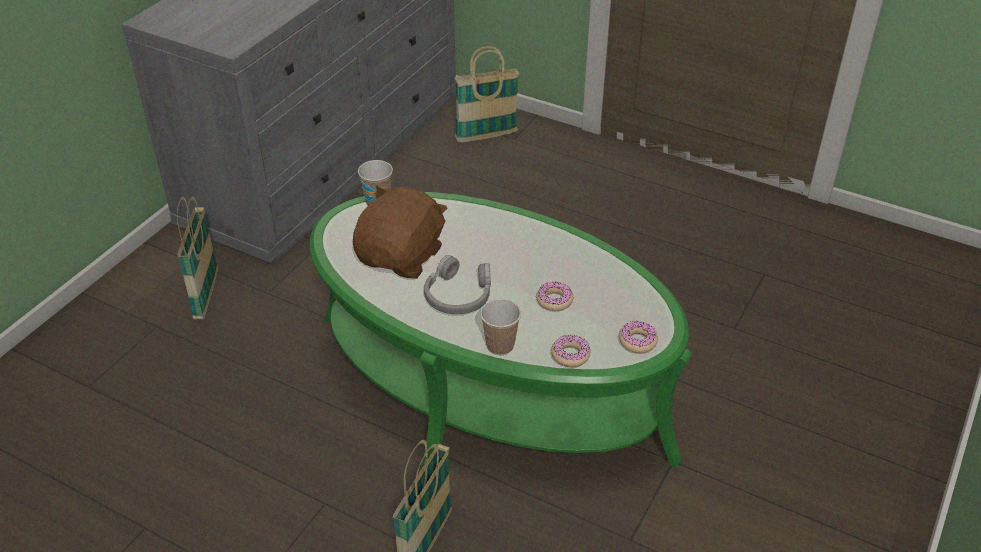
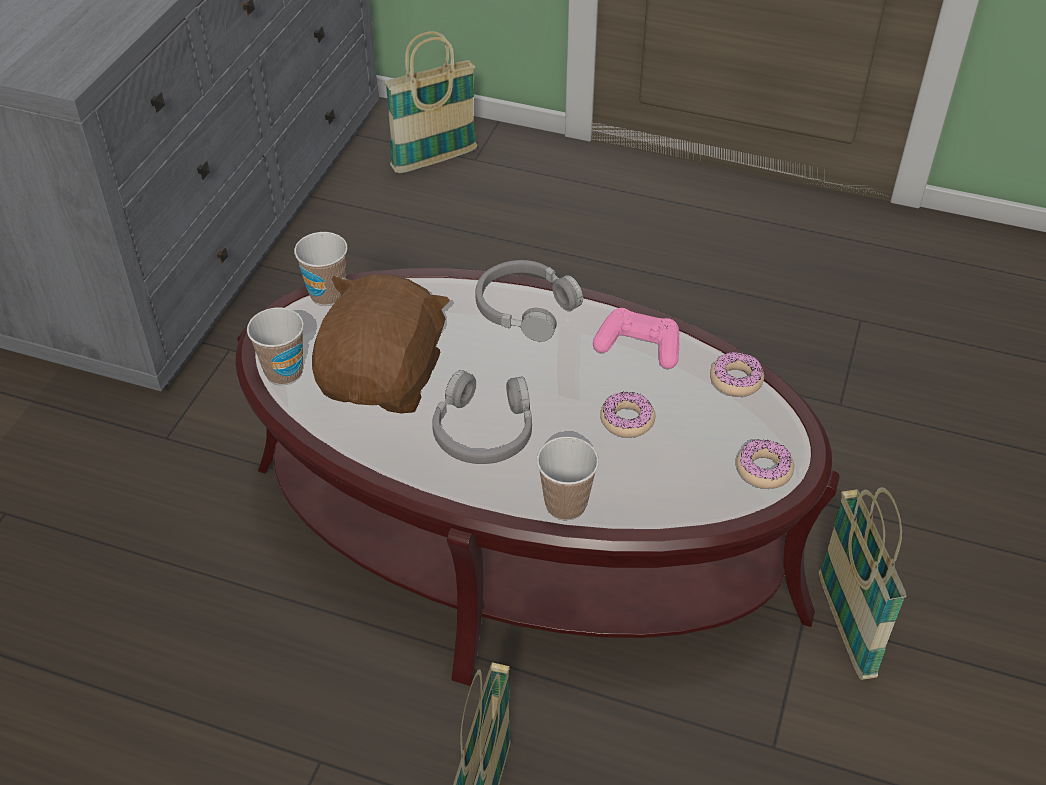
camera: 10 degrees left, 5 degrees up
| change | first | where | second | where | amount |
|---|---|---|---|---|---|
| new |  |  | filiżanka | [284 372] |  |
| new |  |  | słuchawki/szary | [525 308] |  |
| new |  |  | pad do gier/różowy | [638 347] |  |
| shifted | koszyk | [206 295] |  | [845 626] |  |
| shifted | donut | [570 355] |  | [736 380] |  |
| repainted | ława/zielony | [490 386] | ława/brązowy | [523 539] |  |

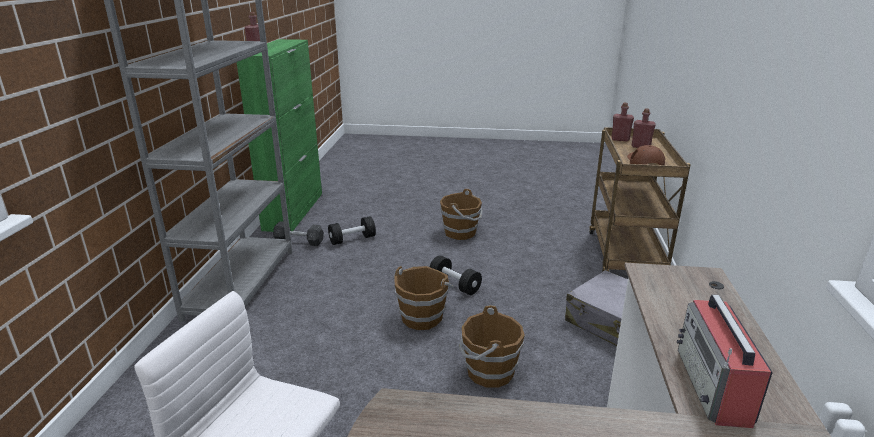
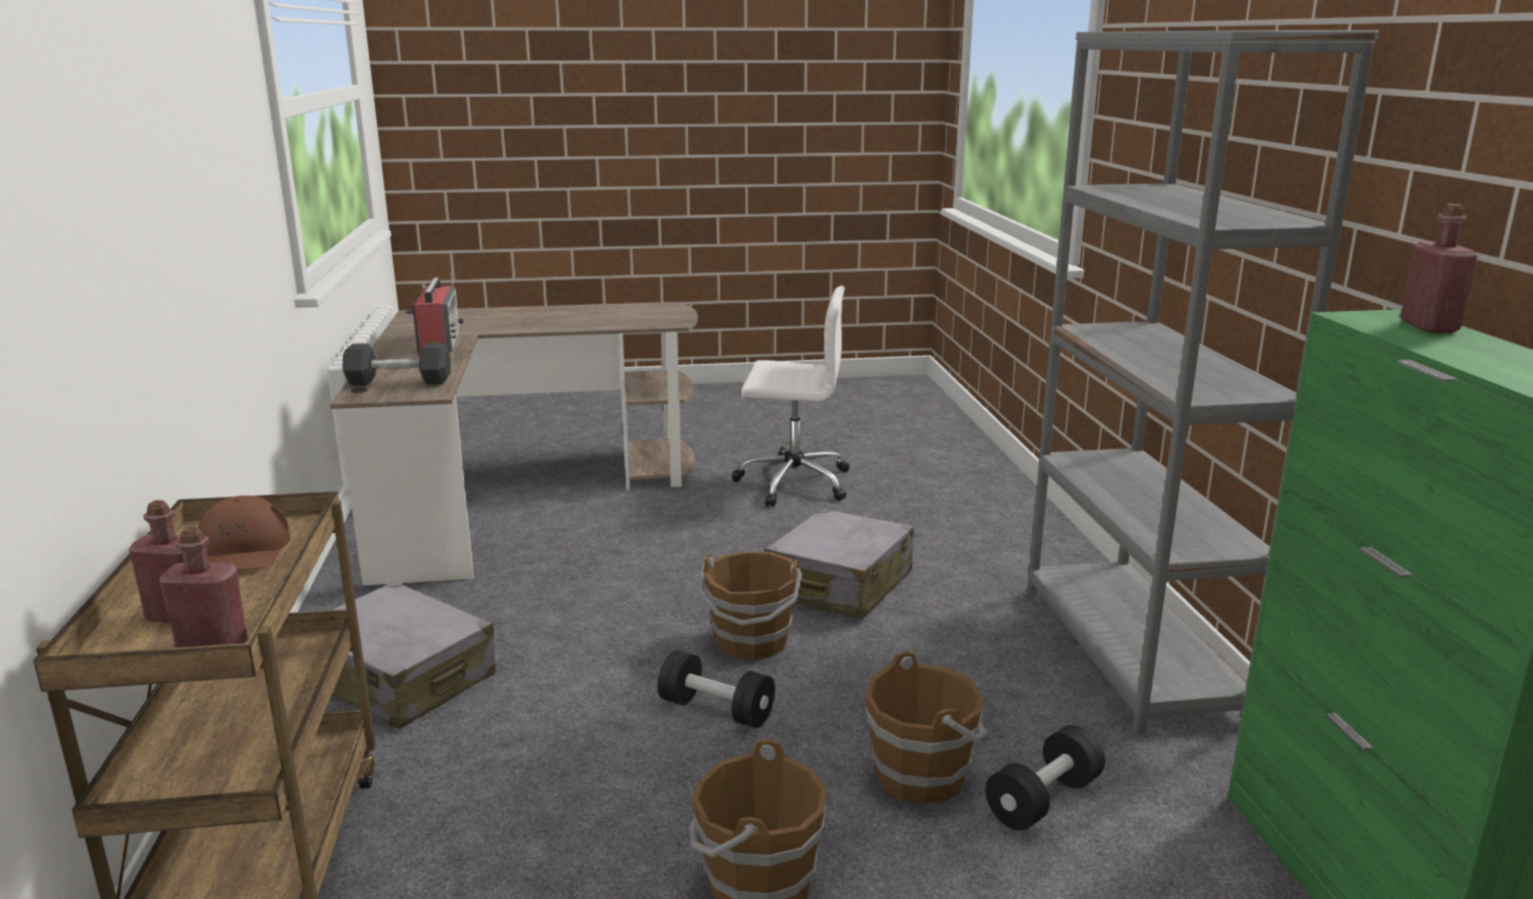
camera: 165 degrees right, 5 degrees down
| change | first | where | second | where | amount |
|---|---|---|---|---|---|
| new |  |  | walizka/szary | [839 585] |  |
| shifted | hantel/szary | [299 241] |  | [399 382] |  |
| shifted | wiadro/brązowy | [488 372] |  | [922 776] |  |

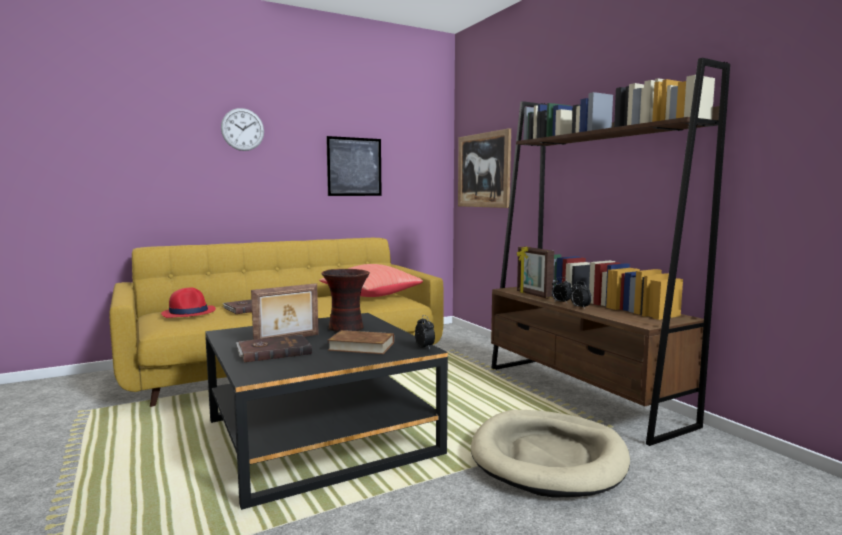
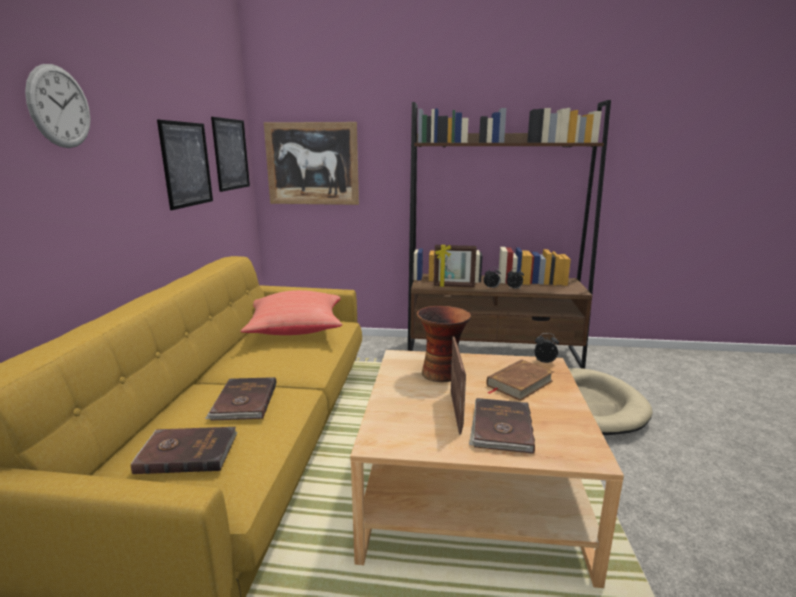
camera: 55 degrees left, 10 degrees up
| change | first | where | second | where | amount |
|---|---|---|---|---|---|
| new |  |  | obraz | [231 154] |  |
| swapped | kapelusz/czerwony | [189 312] | książka/brązowy | [187 452] |  |
| repainted | ława/czarny | [320 436] | ława/beżowy | [471 491] |  |

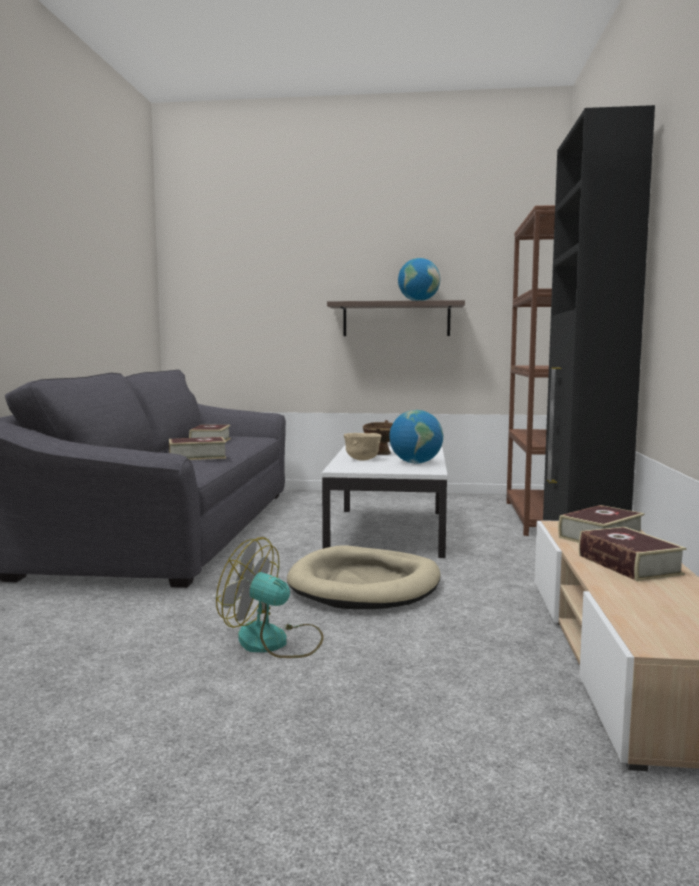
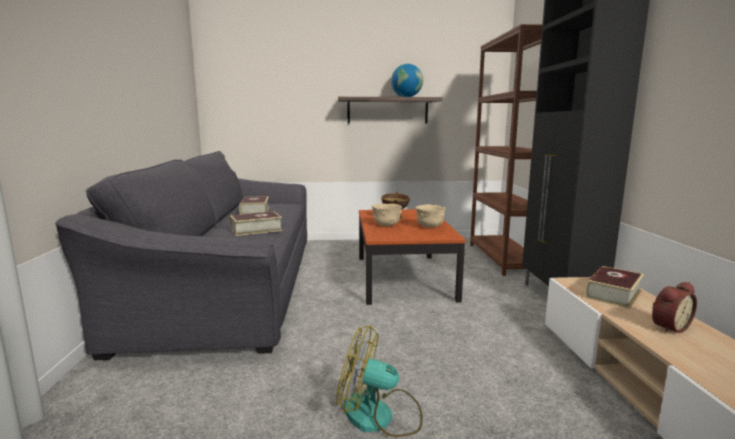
camera: 10 degrees left, 5 degrees up
| change | first | where | second | where | amount |
|---|---|---|---|---|---|
| gone | legowisko/beżowy | [365 585] |  |  |  |
| swapped | globus | [415 463] | miska/beżowy | [430 227] |  |
| swapped | książka | [629 565] | budzik | [668 327] |  |
| repainted | ława/biały | [387 531] | ława/brązowy | [402 277] |  |

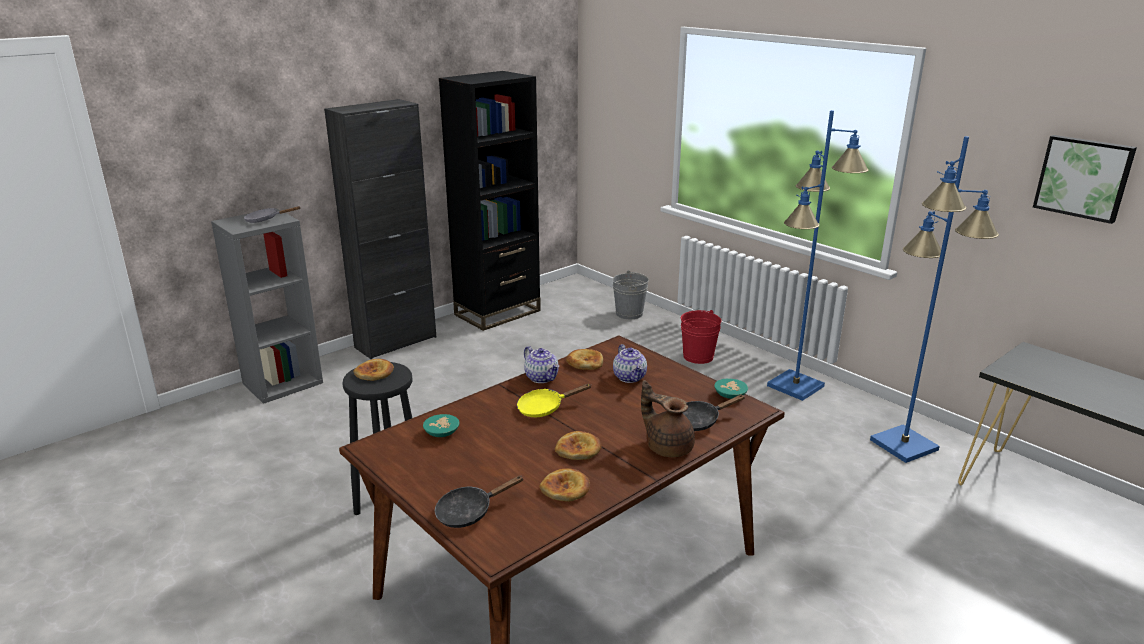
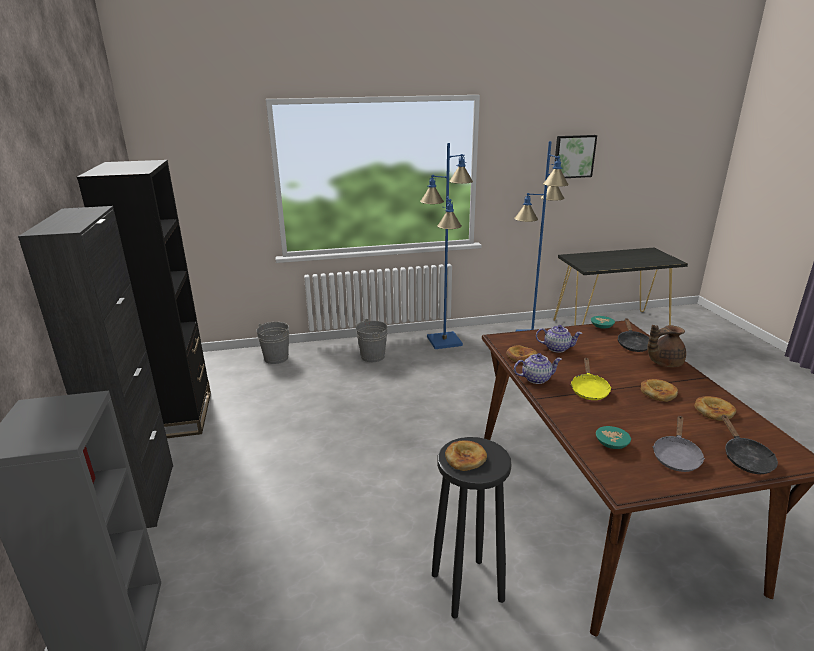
camera: 60 degrees left, 0 degrees up
| change | first | where | second | where | amount |
|---|---|---|---|---|---|
| shifted | patelnia/szary | [266 220] |  | [676 456] |  |
| repainted | wiadro/czerwony | [698 356] | wiadro/szary | [372 356] |  |

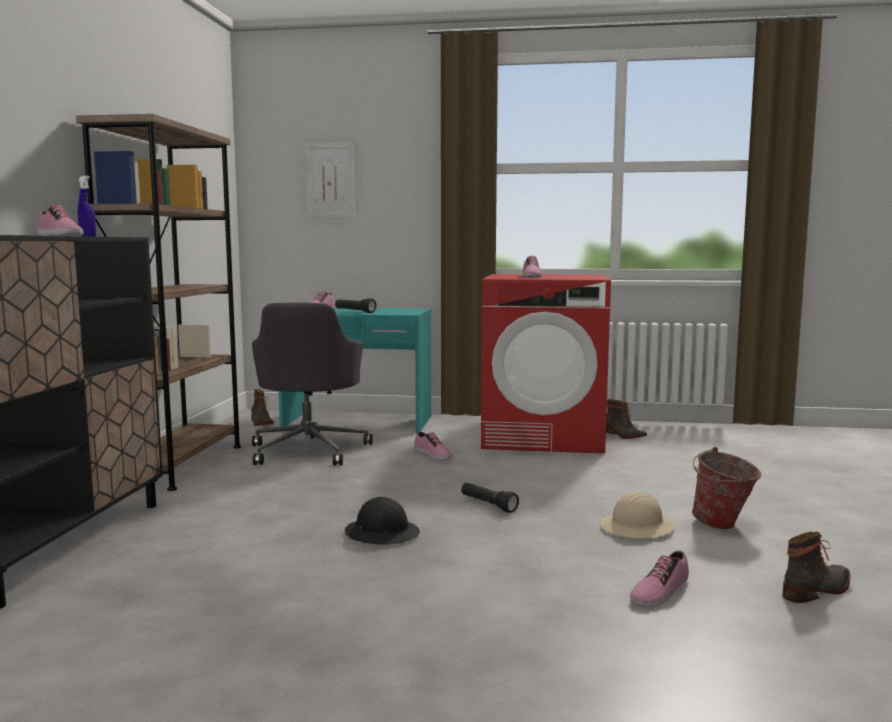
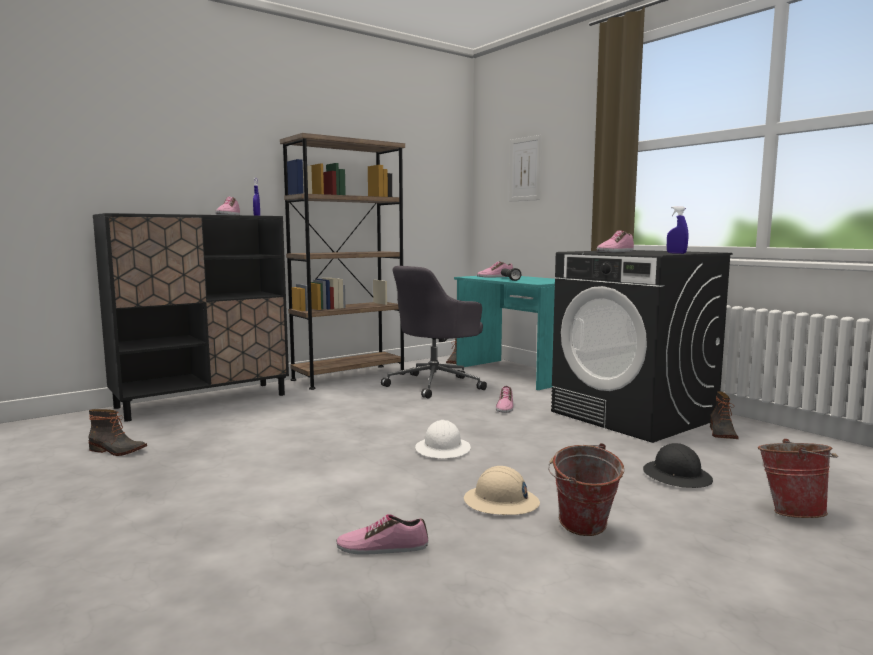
camera: 45 degrees right, 0 degrees up
| change | first | where | second | where | amount |
|---|---|---|---|---|---|
| new |  |  | spryskiwacz/niebieski | [676 253] |  |
| new |  |  | wiadro | [791 511] |  |
| shifted | kask/czarny | [382 533] |  | [677 476] |  |
| shifted | but z cholewką | [817 590] |  | [116 451] |  |
| swapped | latarka/czarny | [488 505] | kask/biały | [443 449] |  |
| repainted | pralka/czerwony | [544 436] | pralka/czarny | [634 416] |  |

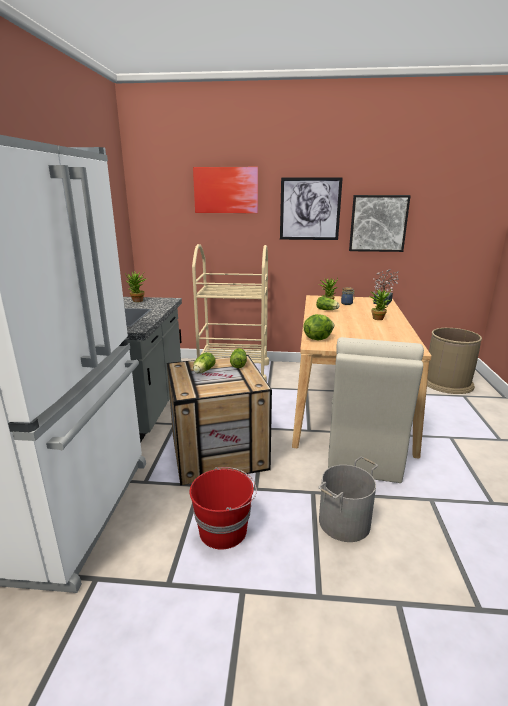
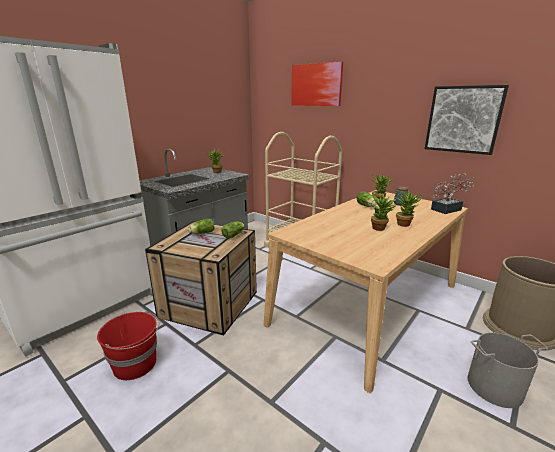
camera: 35 degrees right, 0 degrees up
| change | first | where | second | where | amount |
|---|---|---|---|---|---|
| gone | obraz | [310 209] |  |  |  |
| gone | sałata | [317 338] |  |  |  |
| gone | krzesło/beżowy | [363 453] |  |  |  |
| new |  |  | roślina doniczkowa | [381 229] |  |
| shifted | wiadro/szary | [345 522] |  | [495 387] |  |

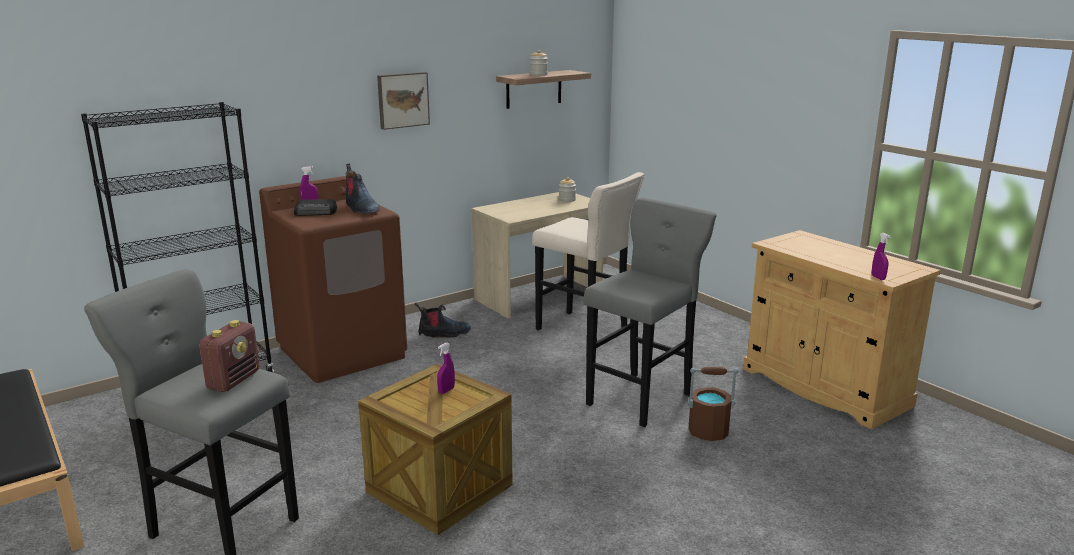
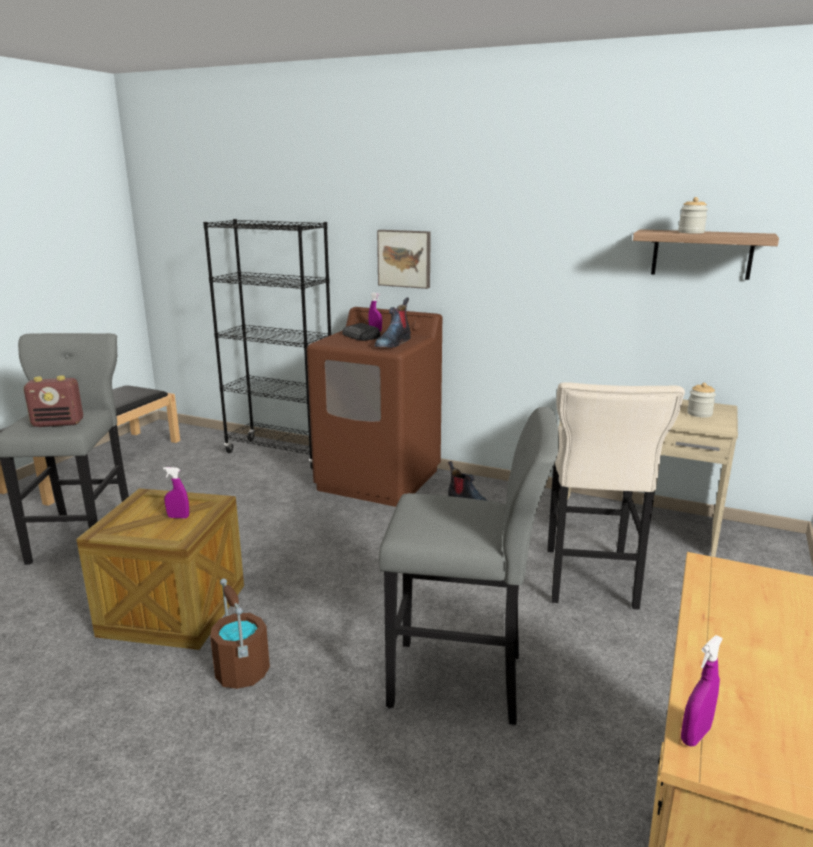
camera: 60 degrees right, 0 degrees up
| change | first | where | second | where | amount |
|---|---|---|---|---|---|
| shifted | obraz | [402 100] |  | [405 258] |  |
| shifted | wiadro/brązowy | [708 432] |  | [241 672] |  |

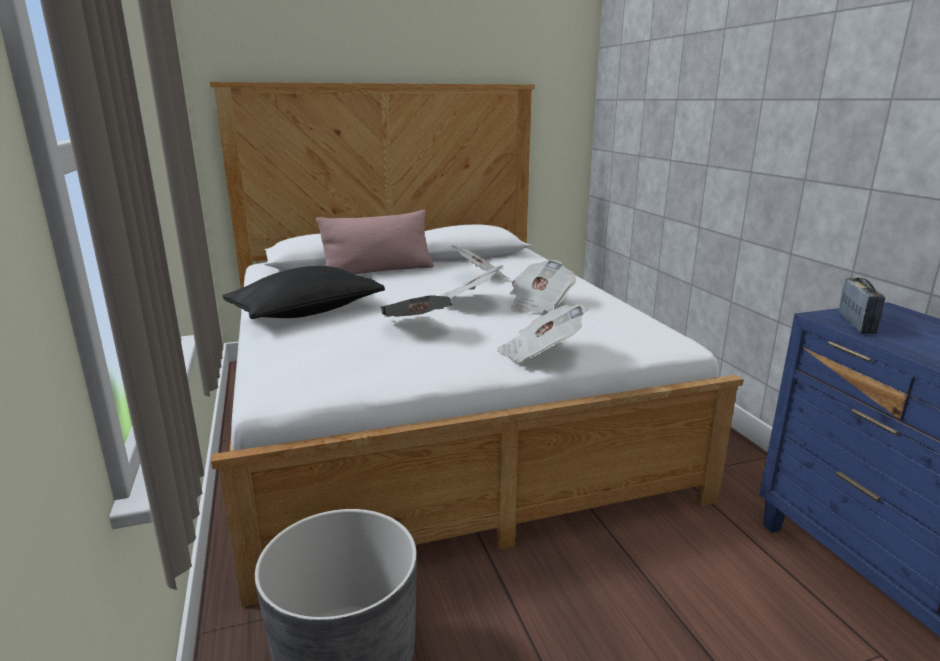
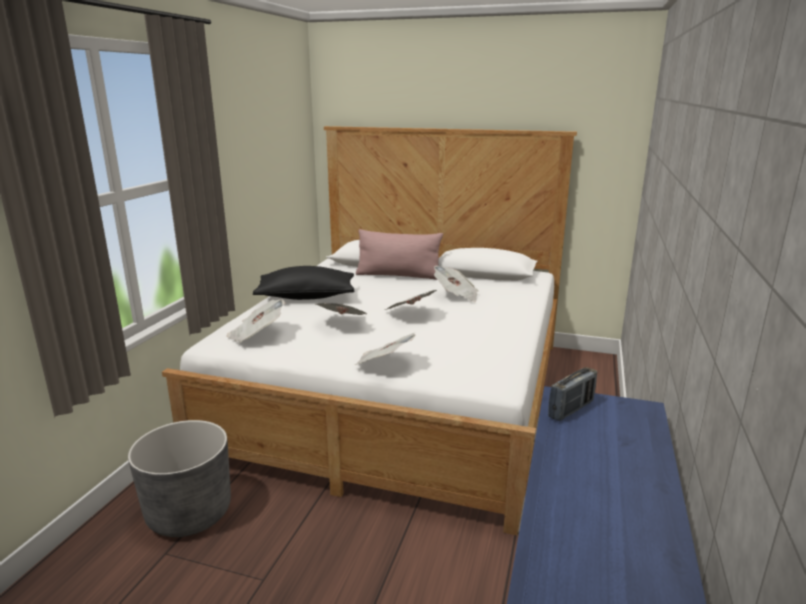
camera: 35 degrees right, 0 degrees up
| change | first | where | second | where | amount |
|---|---|---|---|---|---|
| shifted | gazeta | [538 304] |  | [256 335] |  |

